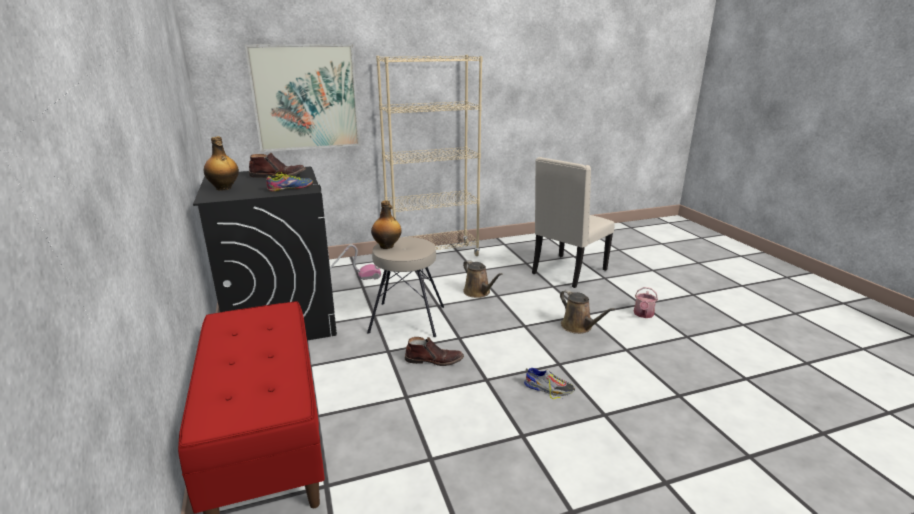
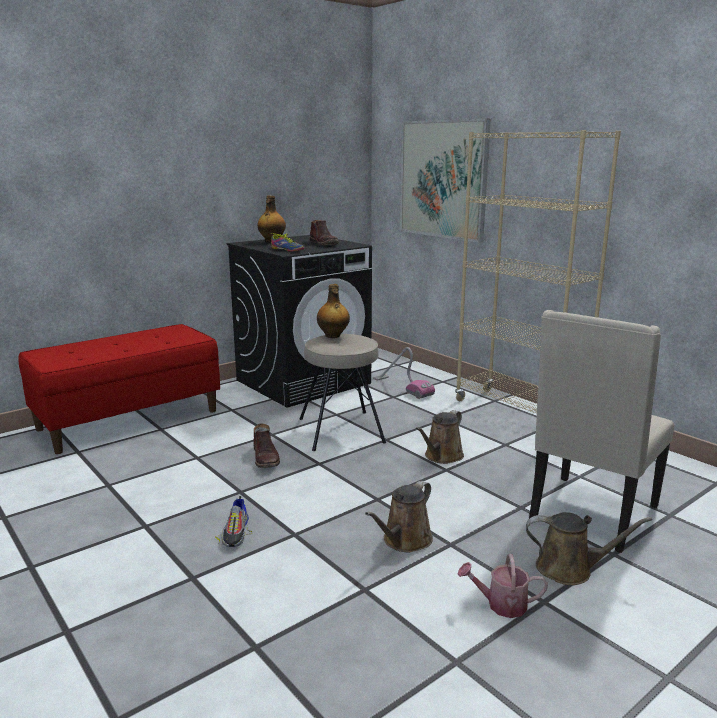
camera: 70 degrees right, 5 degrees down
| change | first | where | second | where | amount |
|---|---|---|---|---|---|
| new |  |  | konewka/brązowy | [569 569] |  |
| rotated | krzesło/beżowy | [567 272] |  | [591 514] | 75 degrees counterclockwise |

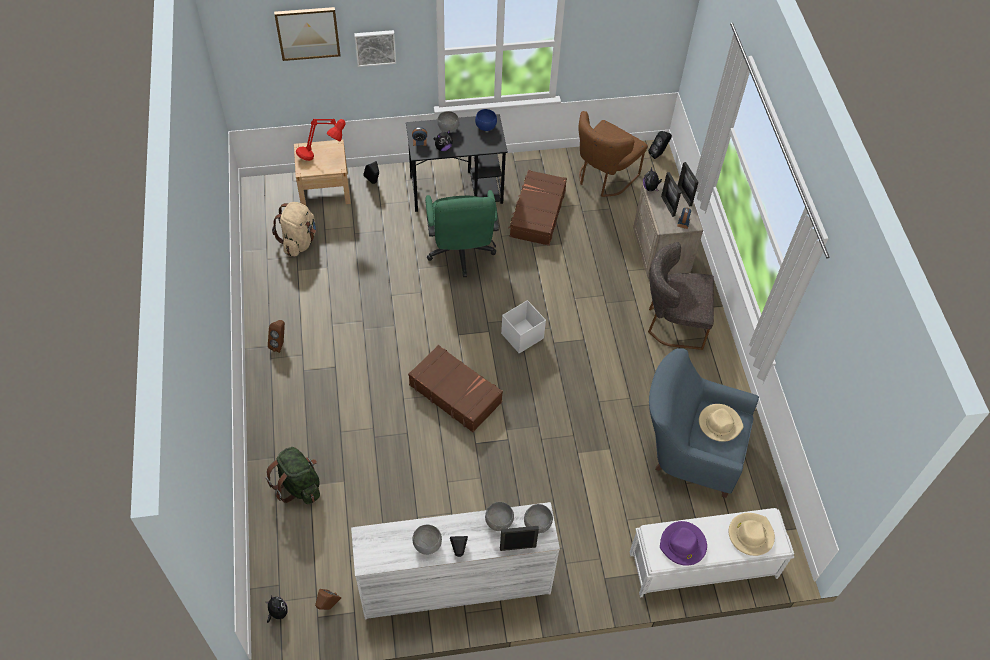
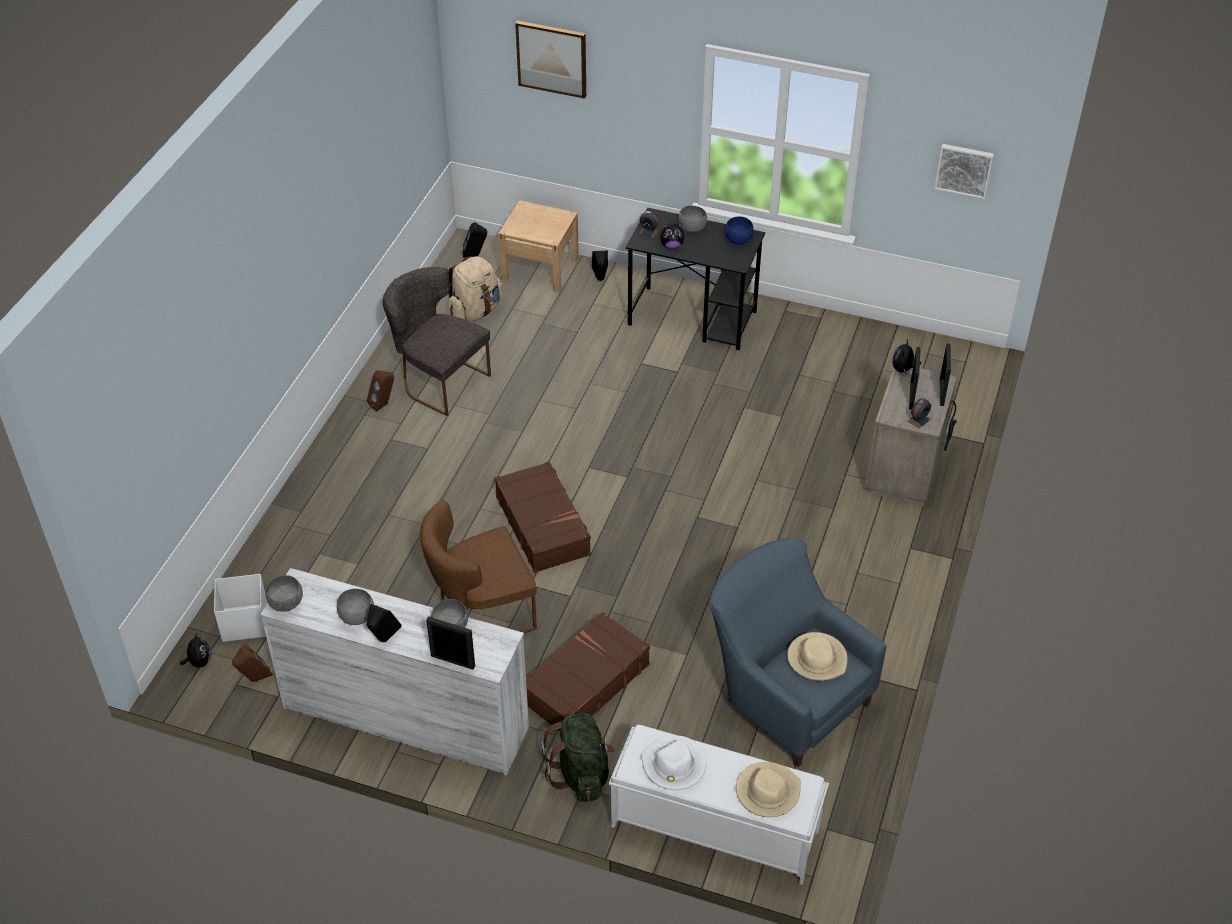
camera: 30 degrees right, 10 degrees down
| change | first | where | second | where | amount |
|---|---|---|---|---|---|
| gone | lampa stołowa/czerwony | [322 157] |  |  |  |
| gone | krzesło biurowe/zielony | [461 254] |  |  |  |
| shifted | plecak/zielony | [299 485] |  | [581 774] |  |
| shifted | obraz | [375 47] |  | [964 169] |  |
| shifted | pojemnik do przechowywania/biały | [521 336] |  | [244 623] |  |
| shifted | walizka/brązowy | [537 214] |  | [584 683] |  |
| shifted | miska/szary | [538 524] |  | [287 604] |  |
| shifted | krzesło/brązowy | [603 178] |  | [480 613] |  |
| shifted | krzesło/szary | [672 323] |  | [439 381] |  |
| shifted | głośnik/czarny | [658 154] |  | [475 256] |  |
| repainted | kapelusz/fioletowy | [683 545] | kapelusz/biały | [674 765] |  |

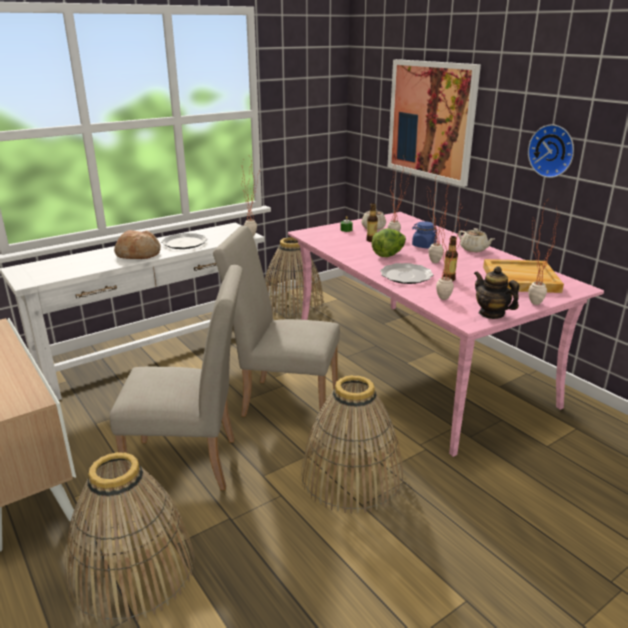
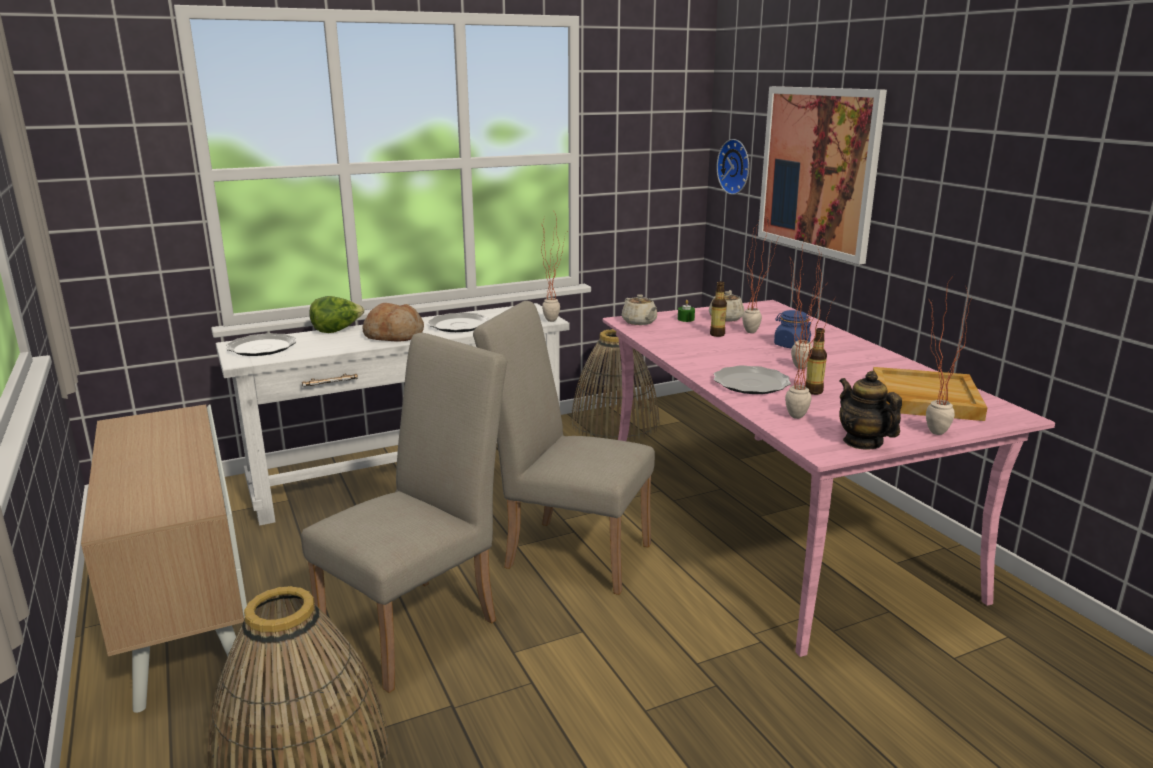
camera: 10 degrees right, 5 degrees down
| change | first | where | second | where | amount |
|---|---|---|---|---|---|
| gone | koszyk | [351 476] |  |  |  |
| new |  |  | talerz | [261 348] |  |
| shifted | sałata | [388 254] |  | [337 330] |  |
| shifted | imbryk/beżowy | [474 249] |  | [639 322] |  |
| shifted | zegar ścienny | [552 151] |  | [736 166] |  |
| rotated | krzesło/beżowy | [191 464] |  | [420 625] | 60 degrees counterclockwise |

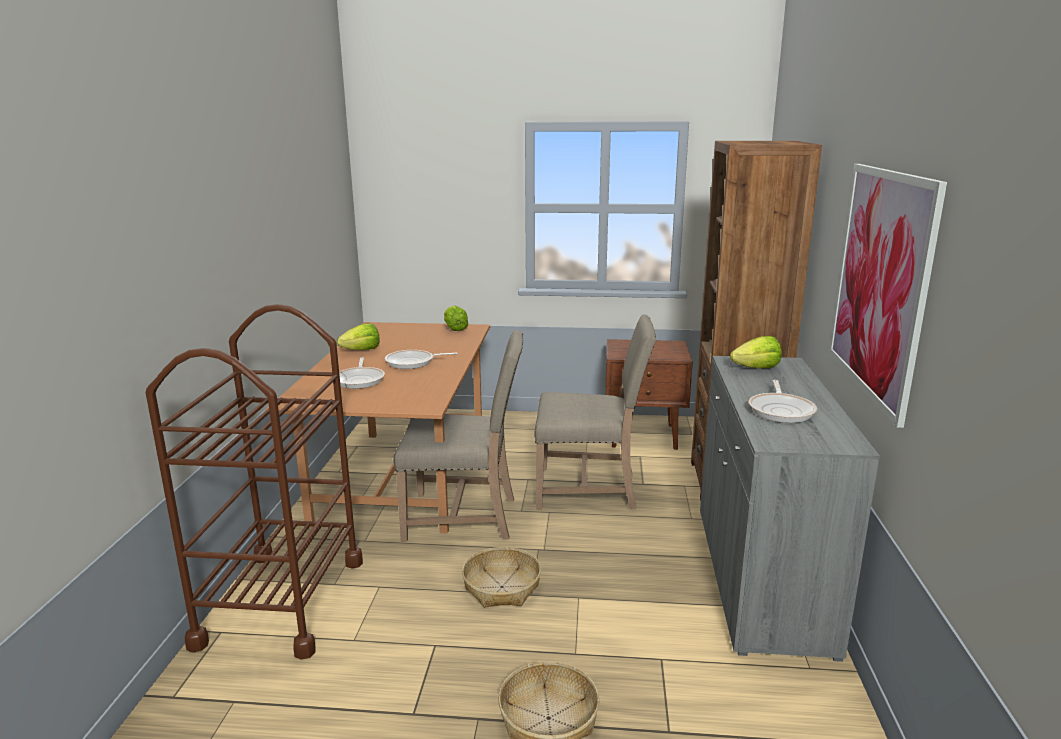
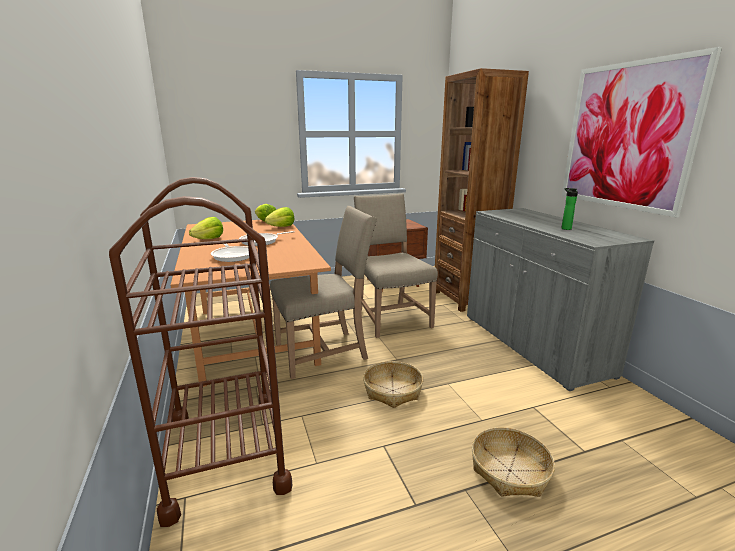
camera: 25 degrees left, 0 degrees up
| change | first | where | second | where | amount |
|---|---|---|---|---|---|
| shifted | sałata | [757 368] |  | [282 227] |  |
| swapped | patelnia | [781 410] | butelka | [565 228] |  |
| rotated | krzesło/beżowy | [590 489] |  | [390 317] | 90 degrees counterclockwise |

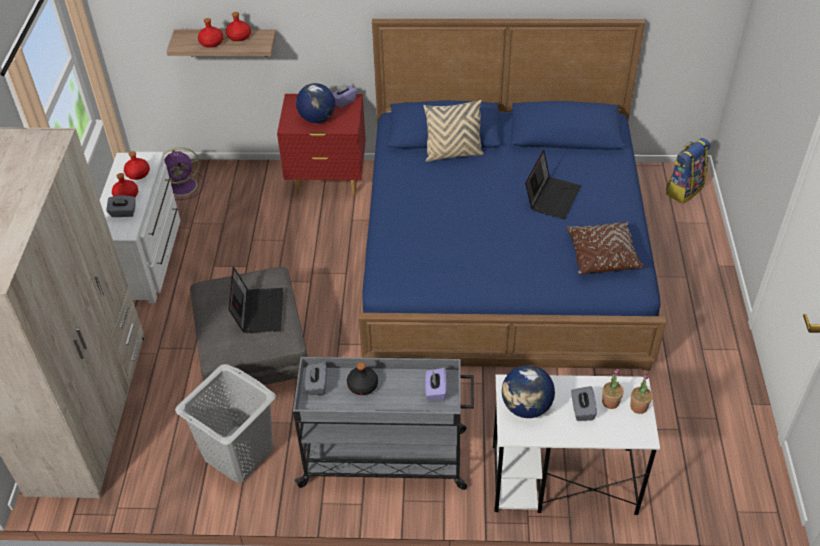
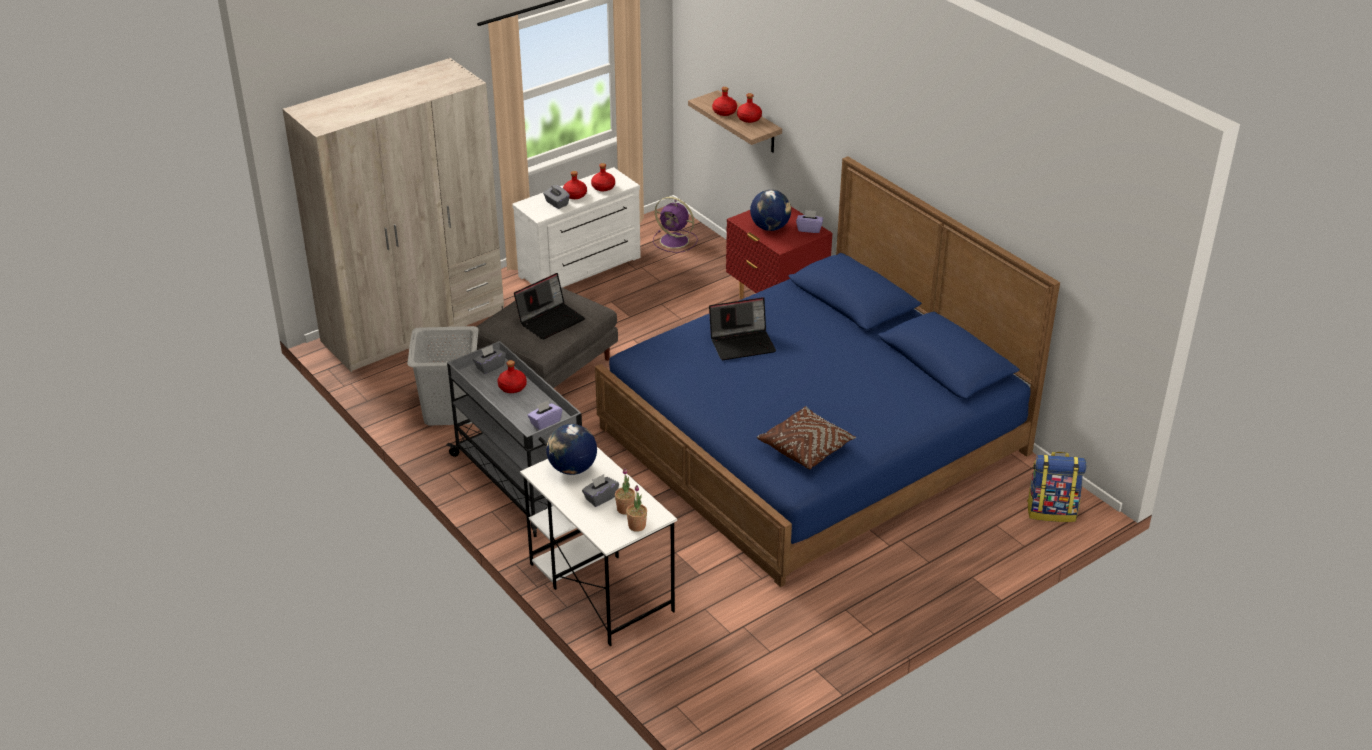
camera: 50 degrees right, 10 degrees down
| change | first | where | second | where | amount |
|---|---|---|---|---|---|
| gone | poduszka/beżowy | [453 154] |  |  |  |
| shifted | laptop | [551 197] |  | [743 343] |  |
| repainted | butelka/czarny | [362 386] | butelka/czerwony | [512 387] |  |

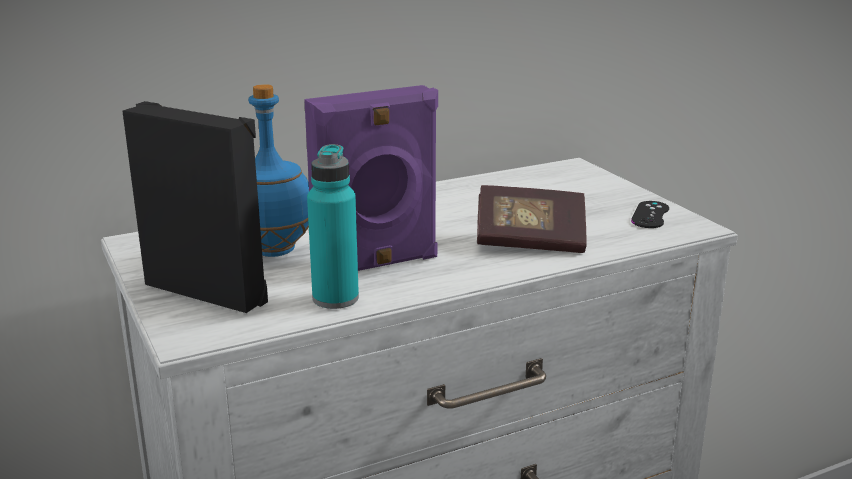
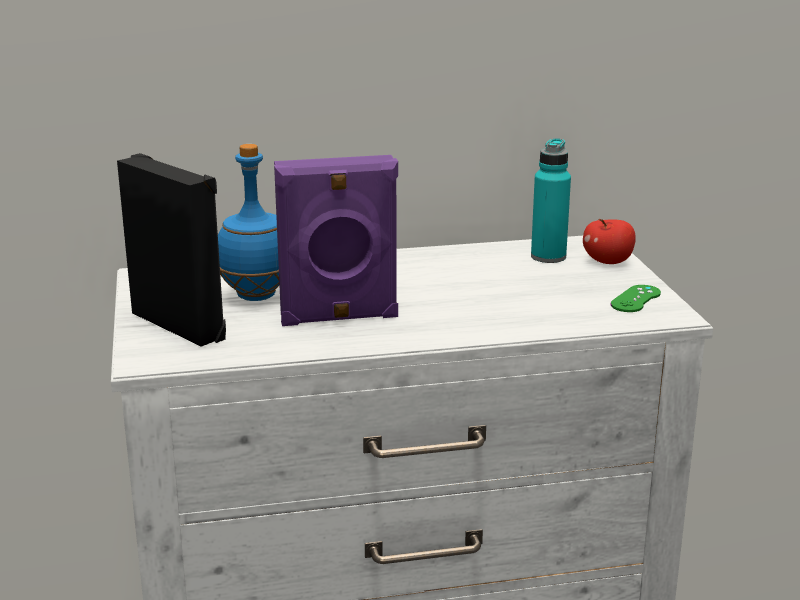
camera: 15 degrees right, 0 degrees up
| change | first | where | second | where | amount |
|---|---|---|---|---|---|
| gone | książka | [530 241] |  |  |  |
| new |  |  | jabłko | [608 262] |  |
| shifted | butelka/turkusowy | [335 298] |  | [548 257] |  |
| repainted | pad do gier/czarny | [650 215] | pad do gier/zielony | [635 299] |  |

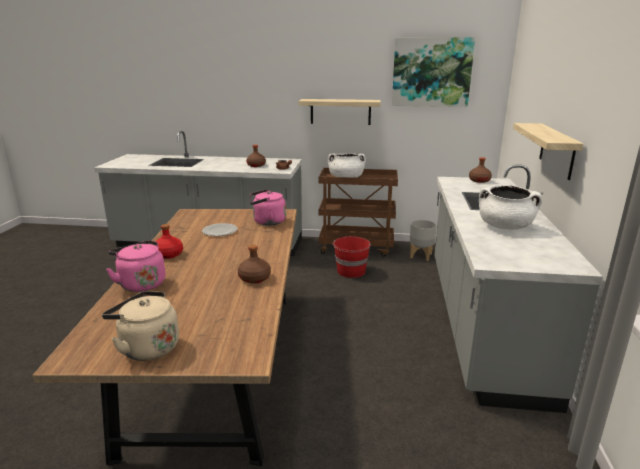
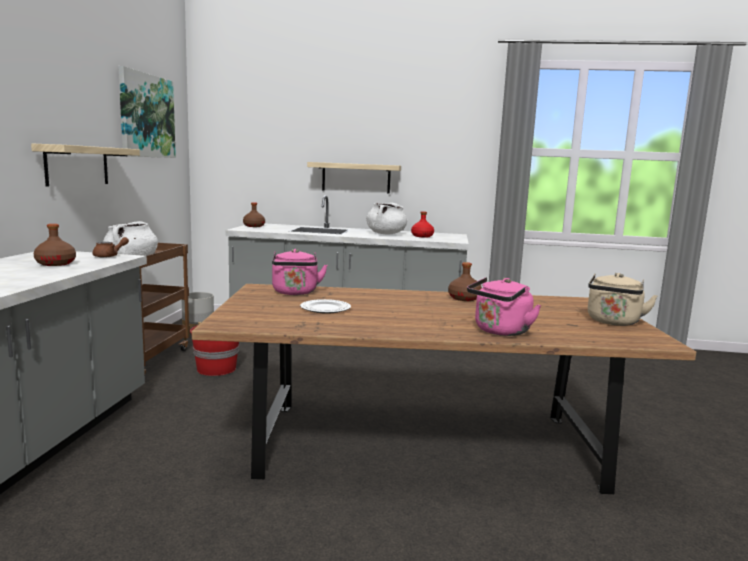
camera: 90 degrees left, 10 degrees down
| change | first | where | second | where | amount |
|---|---|---|---|---|---|
| shifted | butelka/czerwony | [169 254] |  | [422 236] |  |

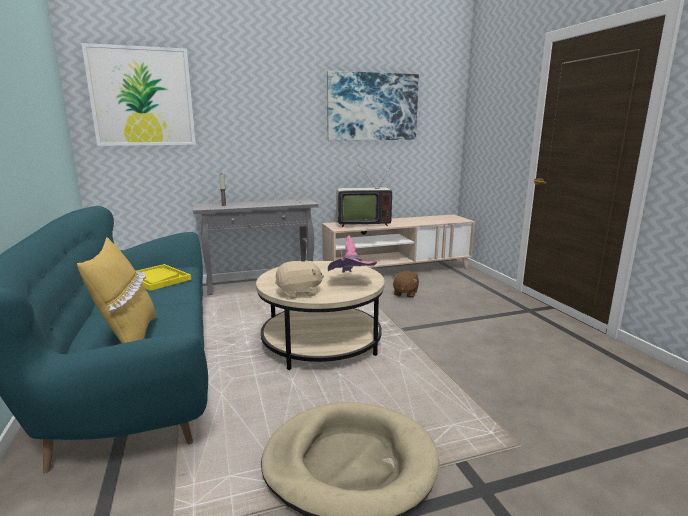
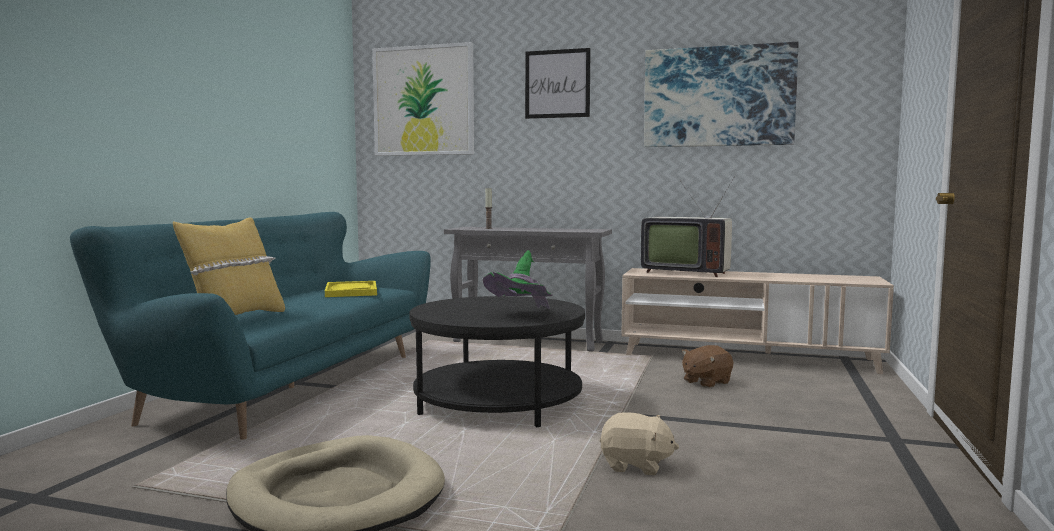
camera: 35 degrees right, 10 degrees down
| change | first | where | second | where | amount |
|---|---|---|---|---|---|
| new |  |  | obraz | [557 84] |  |
| shifted | pluszak/beżowy | [299 293] |  | [636 465] |  |
| repainted | ława/beżowy | [321 342] | ława/czarny | [498 403] |  |
| repainted | kapelusz/różowy | [350 282] | kapelusz/zielony | [521 315] |  |

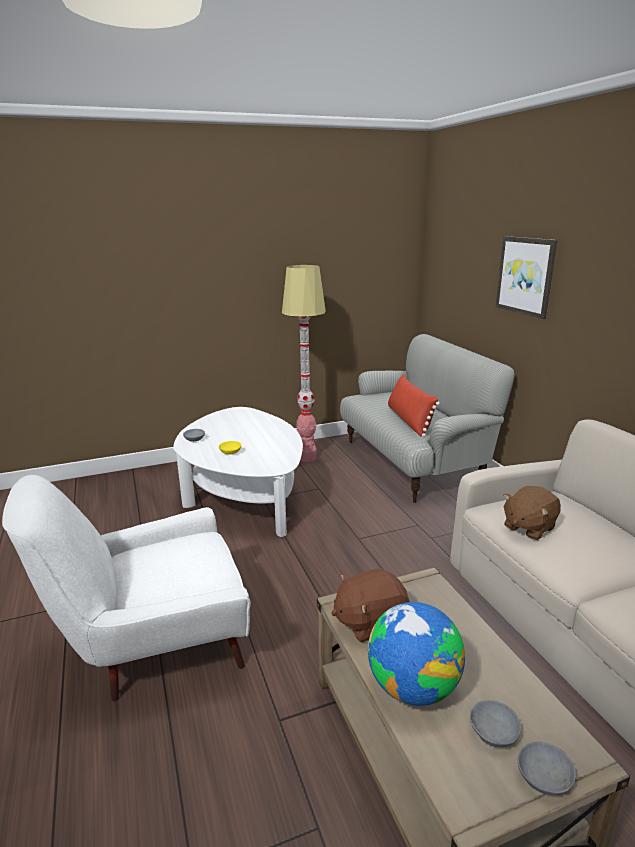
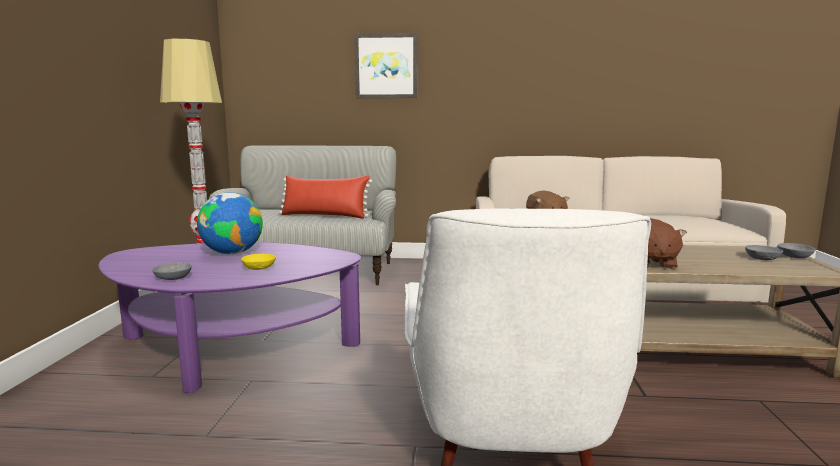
camera: 65 degrees left, 10 degrees down
| change | first | where | second | where | amount |
|---|---|---|---|---|---|
| shifted | globus | [413 687] |  | [232 253] |  |
| repainted | ława/biały | [244 495] | ława/fioletowy | [232 348] |  |

